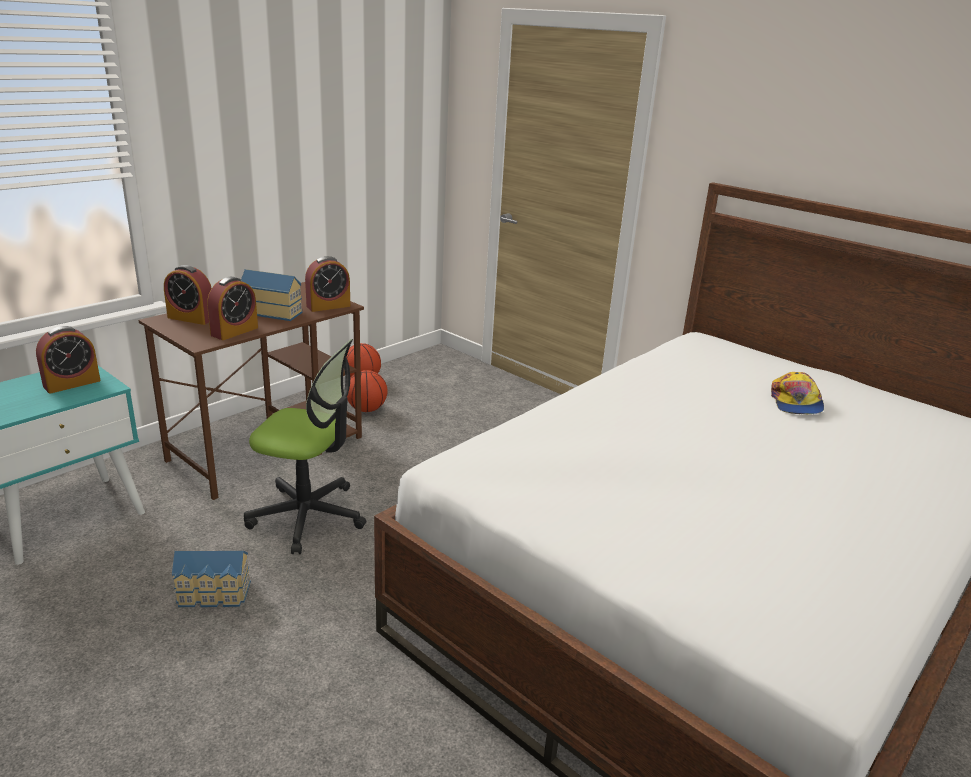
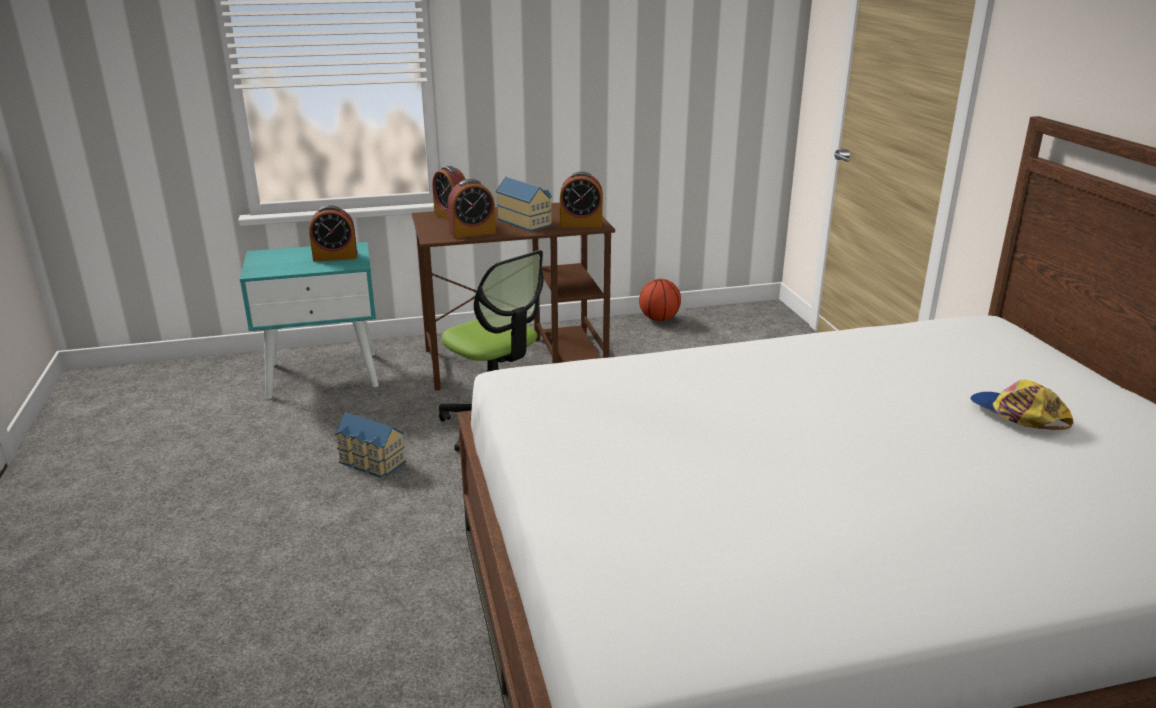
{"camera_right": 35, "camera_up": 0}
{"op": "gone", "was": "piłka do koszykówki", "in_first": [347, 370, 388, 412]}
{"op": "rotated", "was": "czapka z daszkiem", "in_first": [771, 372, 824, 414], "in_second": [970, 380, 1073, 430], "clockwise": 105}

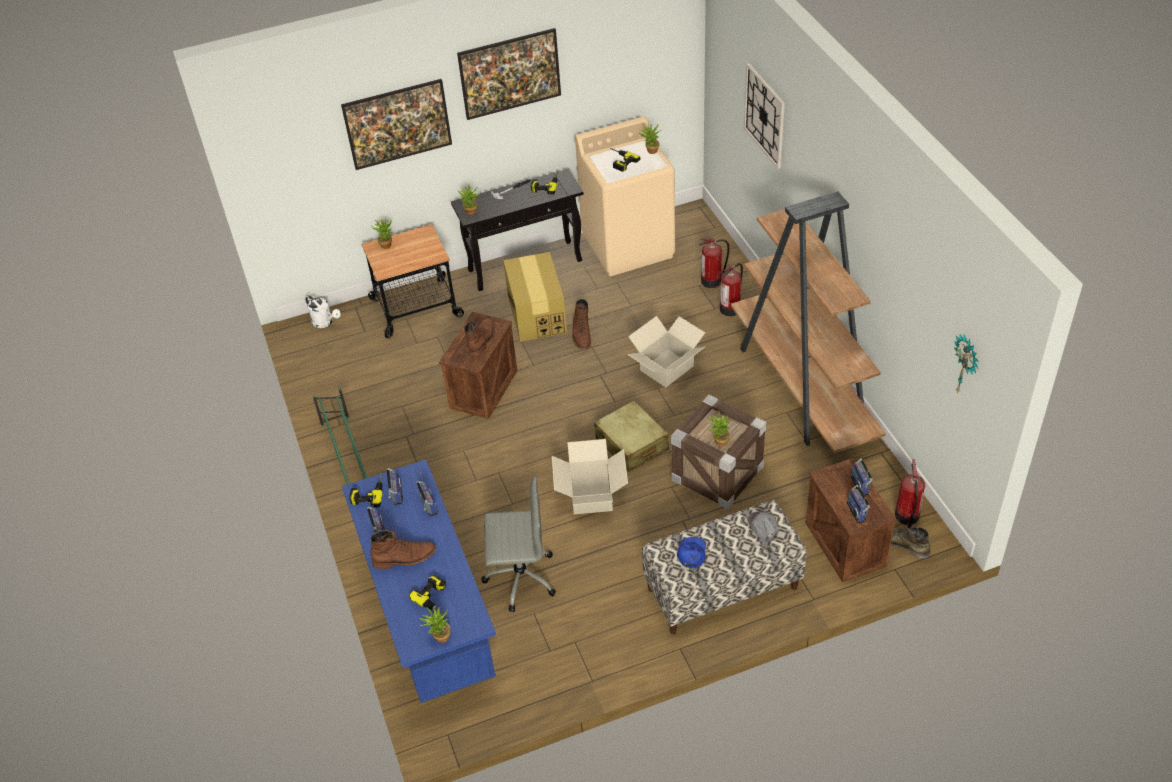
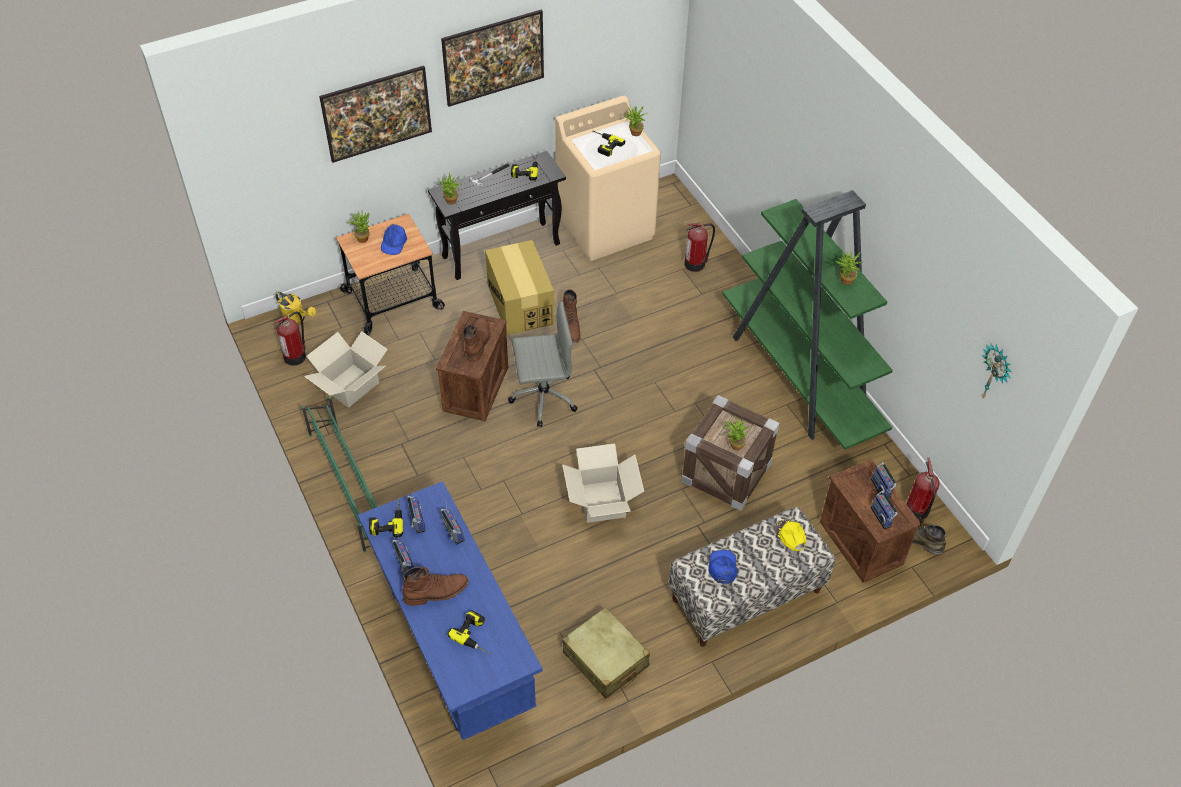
{"camera_right": -10, "camera_up": 5}
{"op": "gone", "was": "zegar ścienny", "in_first": [744, 63, 785, 169]}
{"op": "new", "now": "czapka z daszkiem (niebieski)", "in_second": [381, 224, 407, 255]}
{"op": "shifted", "was": "roślina doniczkowa", "in_first": [419, 607, 451, 643], "in_second": [835, 251, 862, 285]}
{"op": "shifted", "was": "krzesło biurowe (szary)", "in_first": [482, 476, 556, 612], "in_second": [508, 301, 578, 427]}
{"op": "shifted", "was": "walizka (beżowy)", "in_first": [594, 400, 669, 472], "in_second": [562, 607, 650, 699]}
{"op": "shifted", "was": "karton", "in_first": [627, 316, 705, 387], "in_second": [304, 332, 388, 408]}
{"op": "shifted", "was": "gaśnica", "in_first": [720, 263, 743, 316], "in_second": [274, 311, 306, 366]}
{"op": "repainted", "was": "konewka (biały)", "now": "konewka (żółty)", "in_first": [305, 295, 341, 328], "in_second": [275, 292, 316, 324]}
{"op": "repainted", "was": "regał (brązowy)", "now": "regał (zielony)", "in_first": [731, 191, 886, 453], "in_second": [722, 190, 893, 450]}
{"op": "repainted", "was": "czapka z daszkiem (szary)", "now": "czapka z daszkiem (żółty)", "in_first": [747, 511, 778, 541], "in_second": [774, 519, 806, 551]}

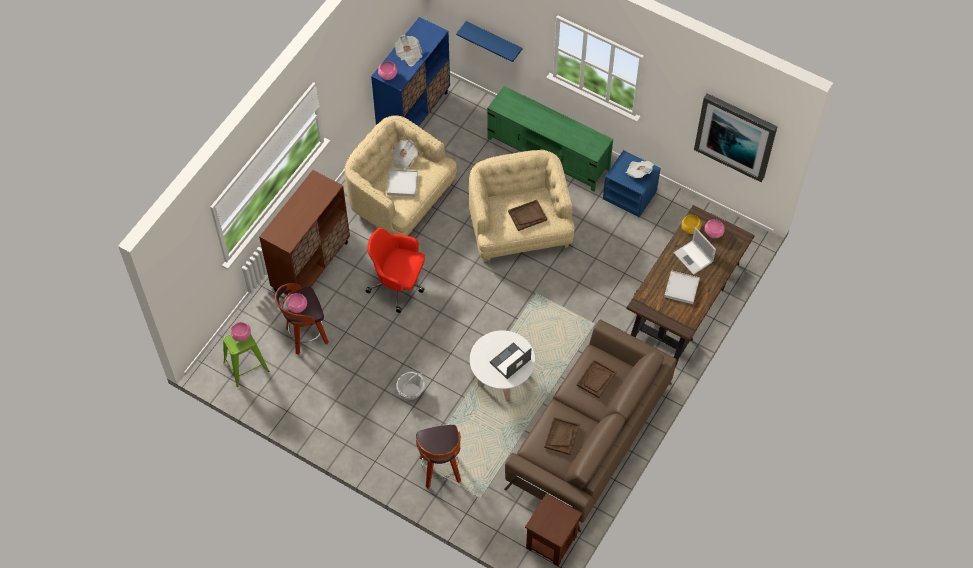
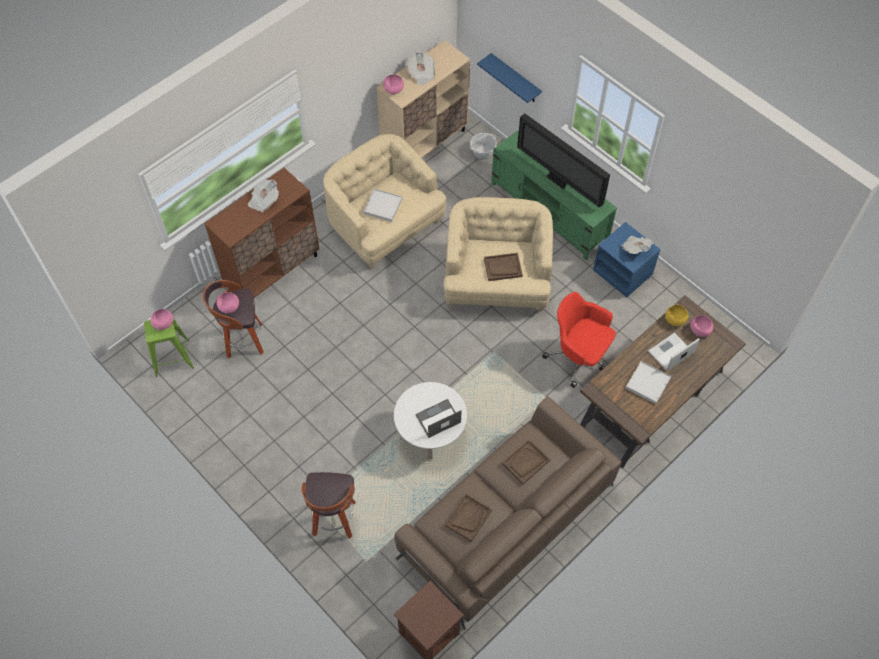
{"camera_right": 15, "camera_up": 0}
{"op": "gone", "was": "obraz", "in_first": [694, 93, 778, 182]}
{"op": "new", "now": "telewizor", "in_second": [517, 113, 610, 208]}
{"op": "shifted", "was": "krzesło biurowe (czerwony)", "in_first": [366, 228, 425, 313], "in_second": [542, 292, 616, 388]}
{"op": "shifted", "was": "gazeta", "in_first": [391, 140, 418, 169], "in_second": [248, 179, 279, 213]}
{"op": "shifted", "was": "koszyk", "in_first": [396, 372, 425, 400], "in_second": [470, 133, 497, 160]}
{"op": "repainted", "was": "szafka (niebieski)", "now": "szafka (beżowy)", "in_first": [371, 17, 450, 126], "in_second": [376, 40, 470, 158]}
{"op": "rotated", "was": "laptop", "in_first": [674, 227, 716, 275], "in_second": [648, 333, 700, 371], "clockwise": 75}

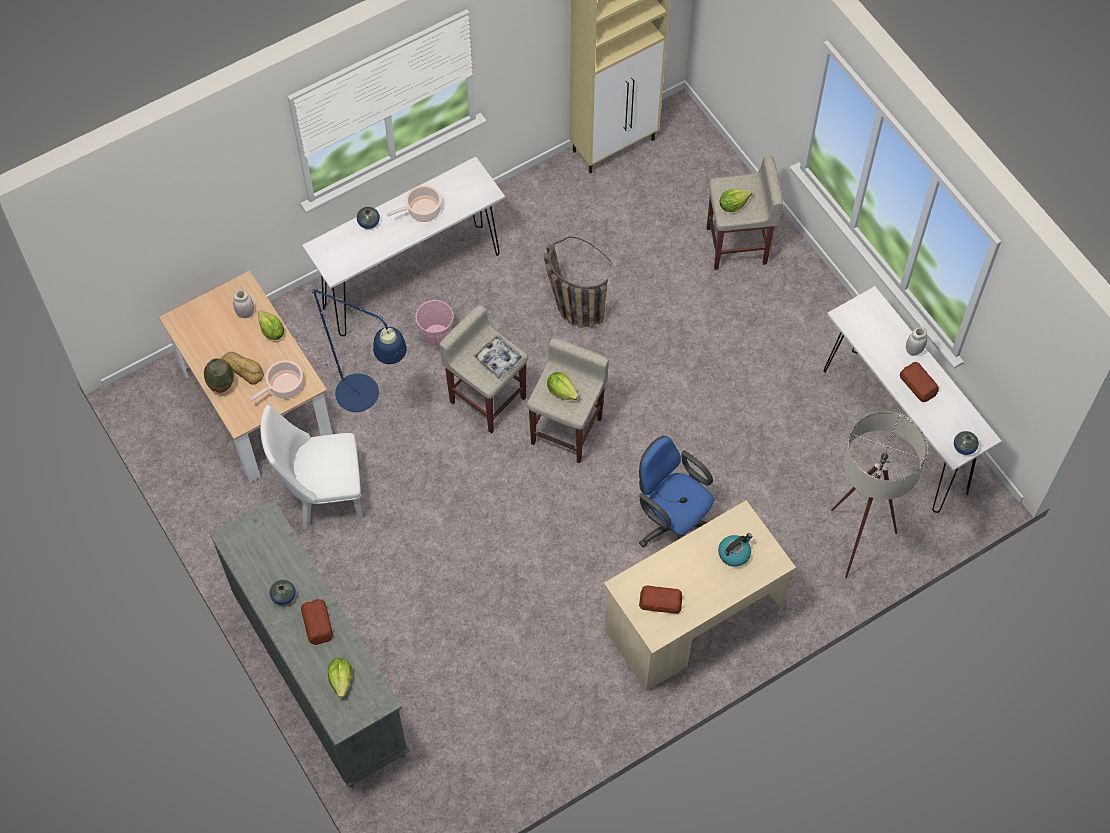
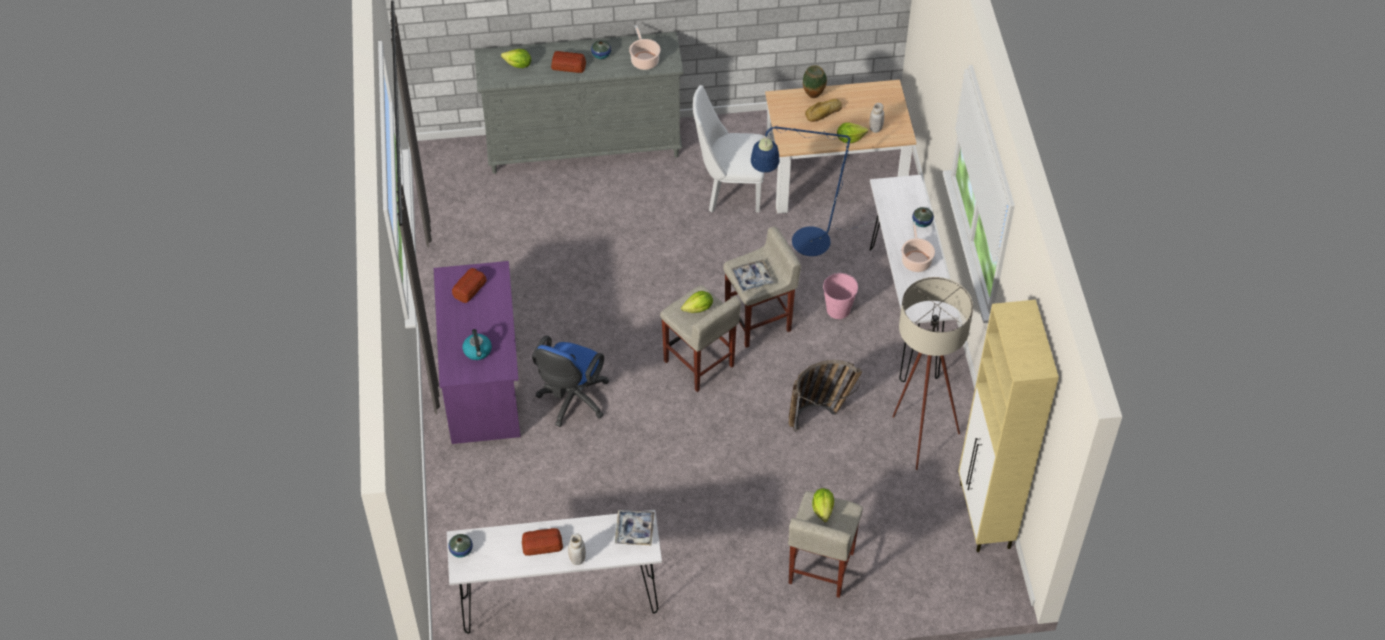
{"camera_right": 115, "camera_up": -10}
{"op": "new", "now": "taca", "in_second": [615, 510, 655, 545]}
{"op": "shifted", "was": "garnek", "in_first": [249, 360, 303, 401], "in_second": [629, 25, 660, 70]}
{"op": "shifted", "was": "lampa stojąca (beżowy)", "in_first": [831, 411, 928, 578], "in_second": [892, 277, 973, 470]}
{"op": "repainted", "was": "biurko (beżowy)", "now": "biurko (fioletowy)", "in_first": [604, 500, 796, 691], "in_second": [434, 261, 521, 444]}
{"op": "rotated", "was": "krzesło (biały)", "in_first": [260, 405, 363, 529], "in_second": [693, 85, 764, 213], "clockwise": -105}
{"op": "rotated", "was": "krzesło biurowe (niebieski)", "in_first": [639, 436, 714, 547], "in_second": [532, 336, 609, 427], "clockwise": 135}

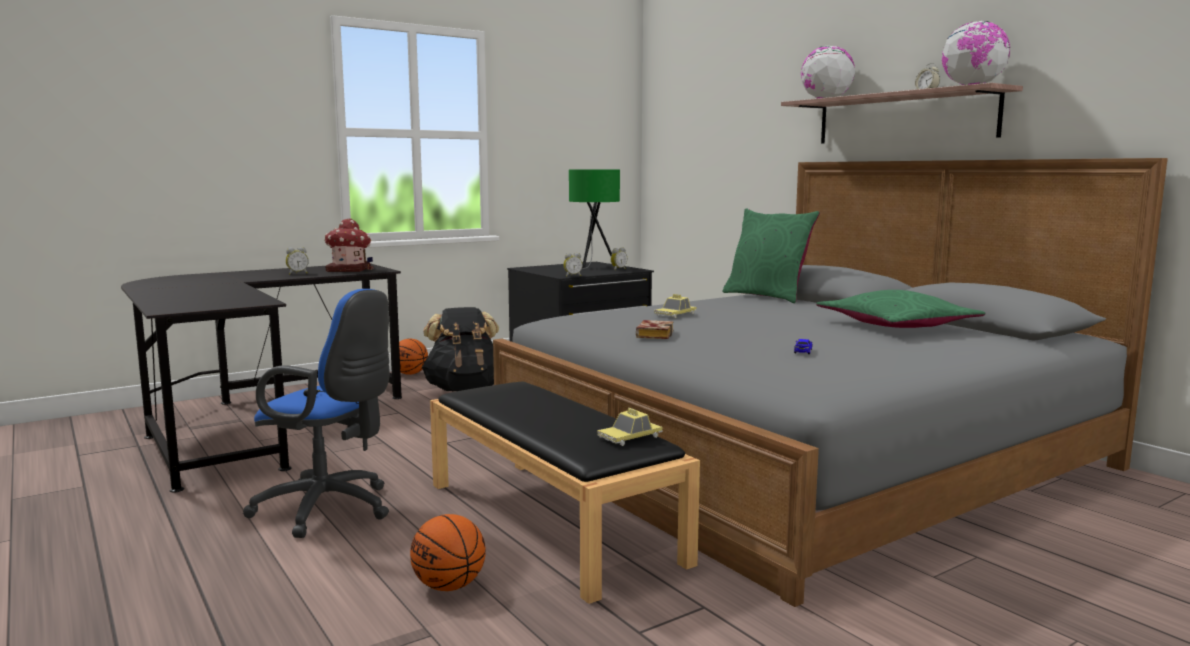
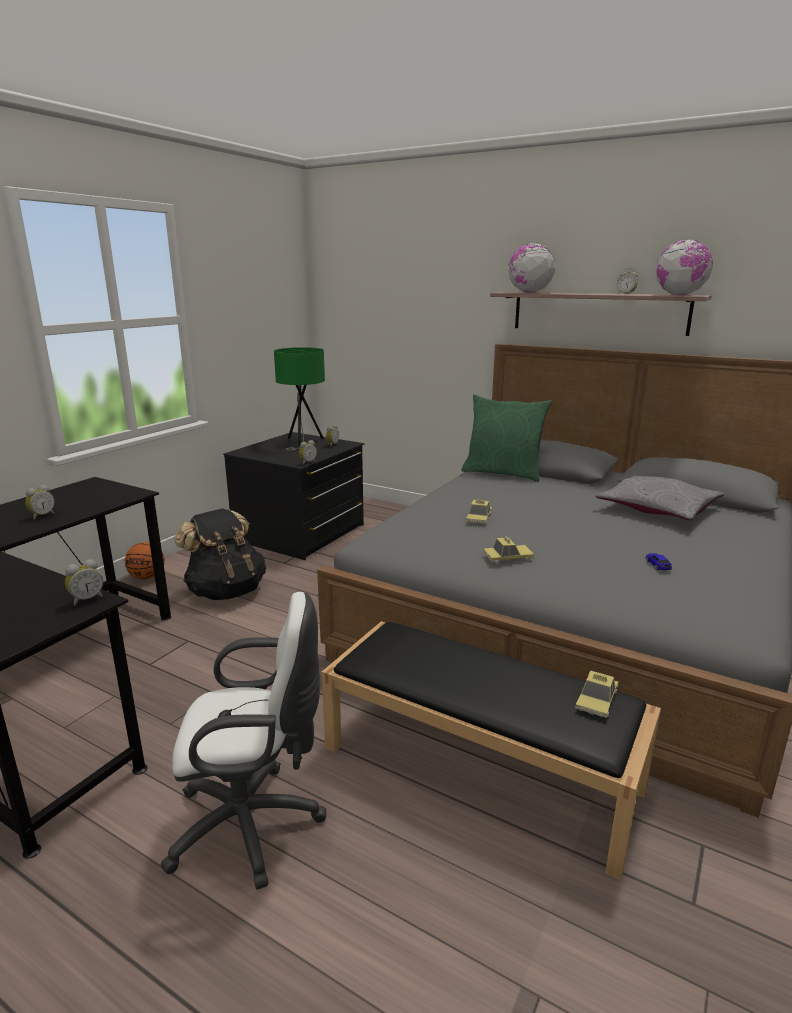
{"camera_right": -25, "camera_up": 10}
{"op": "gone", "was": "domek", "in_first": [324, 218, 374, 272]}
{"op": "gone", "was": "piłka do koszykówki", "in_first": [410, 514, 486, 591]}
{"op": "new", "now": "budzik", "in_second": [65, 559, 103, 606]}
{"op": "swapped", "was": "książka", "now": "samochodzik", "in_first": [636, 320, 674, 339], "in_second": [483, 536, 534, 564]}
{"op": "repainted", "was": "krzesło biurowe (niebieski)", "now": "krzesło biurowe (biały)", "in_first": [243, 289, 390, 538], "in_second": [161, 592, 326, 889]}
{"op": "repainted", "was": "poduszka (zielony)", "now": "poduszka (szary)", "in_first": [816, 290, 985, 328], "in_second": [595, 475, 724, 521]}

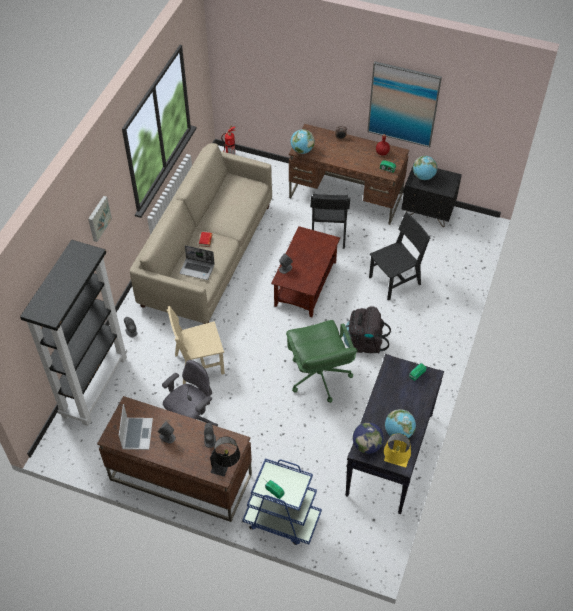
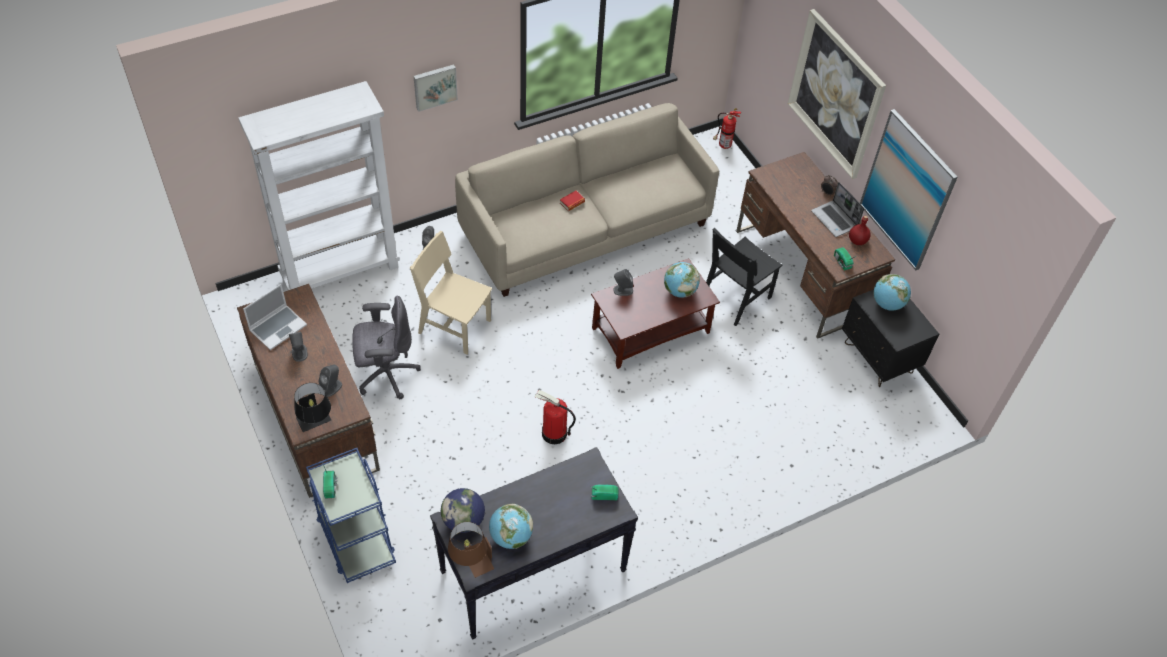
{"camera_right": 40, "camera_up": 0}
{"op": "gone", "was": "plecak (czarny)", "in_first": [343, 306, 391, 354]}
{"op": "gone", "was": "krzesło (czarny)", "in_first": [369, 212, 430, 301]}
{"op": "new", "now": "obraz", "in_second": [788, 9, 886, 179]}
{"op": "shifted", "was": "laptop", "in_first": [180, 245, 215, 280], "in_second": [811, 182, 864, 237]}
{"op": "shifted", "was": "globus", "in_first": [291, 129, 315, 154], "in_second": [664, 262, 700, 298]}
{"op": "swapped", "was": "krzesło biurowe (zielony)", "now": "gaśnica", "in_first": [286, 320, 358, 403], "in_second": [534, 390, 576, 444]}
{"op": "repainted", "was": "regał (czarny)", "now": "regał (biały)", "in_first": [20, 240, 127, 426], "in_second": [239, 81, 400, 290]}
{"op": "repainted", "was": "lampa stołowa (żółty)", "now": "lampa stołowa (brązowy)", "in_first": [384, 433, 411, 468], "in_second": [448, 522, 494, 578]}

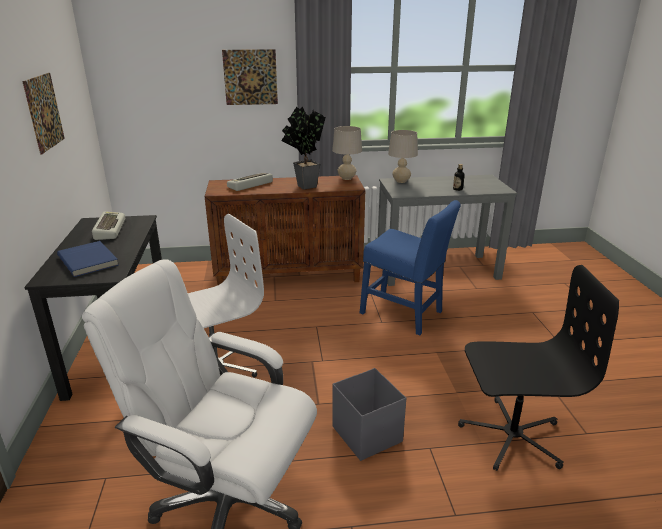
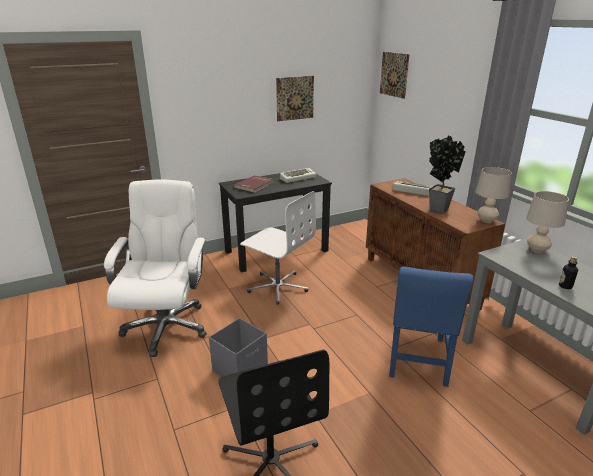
{"camera_right": 70, "camera_up": 0}
{"op": "shifted", "was": "obraz", "in_first": [222, 49, 278, 105], "in_second": [380, 52, 410, 99]}
{"op": "repainted", "was": "książka (niebieski)", "now": "książka (czerwony)", "in_first": [57, 241, 119, 277], "in_second": [234, 175, 274, 193]}

